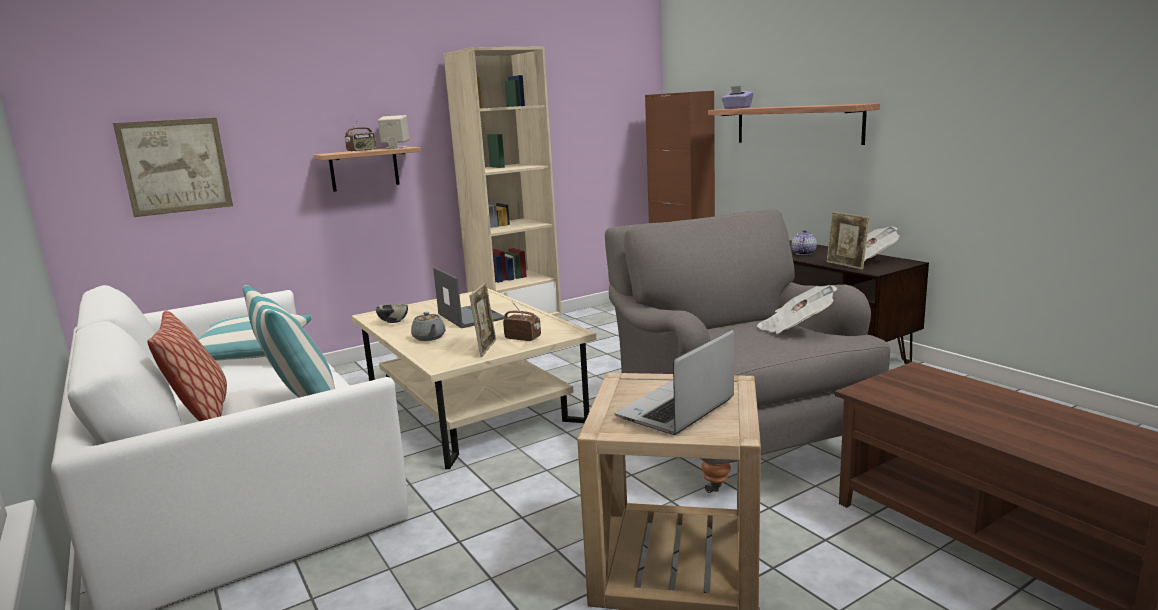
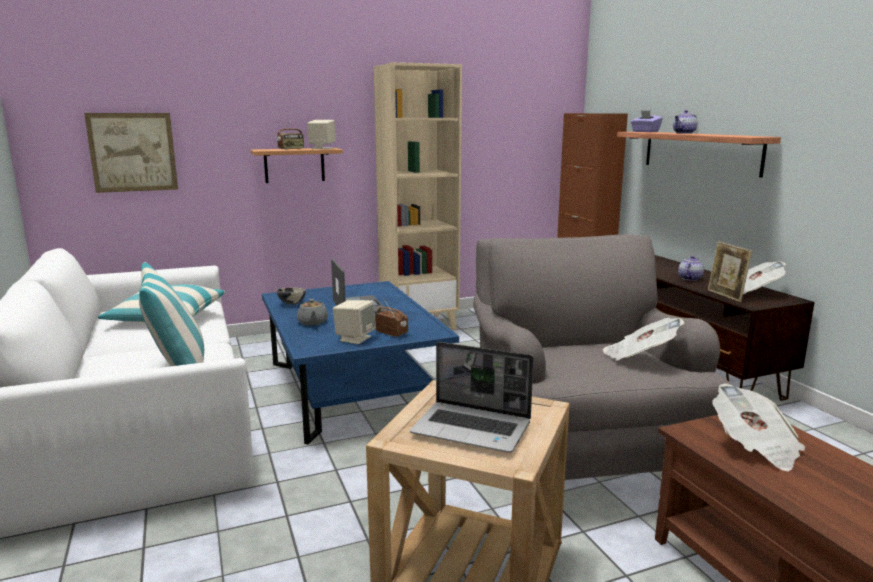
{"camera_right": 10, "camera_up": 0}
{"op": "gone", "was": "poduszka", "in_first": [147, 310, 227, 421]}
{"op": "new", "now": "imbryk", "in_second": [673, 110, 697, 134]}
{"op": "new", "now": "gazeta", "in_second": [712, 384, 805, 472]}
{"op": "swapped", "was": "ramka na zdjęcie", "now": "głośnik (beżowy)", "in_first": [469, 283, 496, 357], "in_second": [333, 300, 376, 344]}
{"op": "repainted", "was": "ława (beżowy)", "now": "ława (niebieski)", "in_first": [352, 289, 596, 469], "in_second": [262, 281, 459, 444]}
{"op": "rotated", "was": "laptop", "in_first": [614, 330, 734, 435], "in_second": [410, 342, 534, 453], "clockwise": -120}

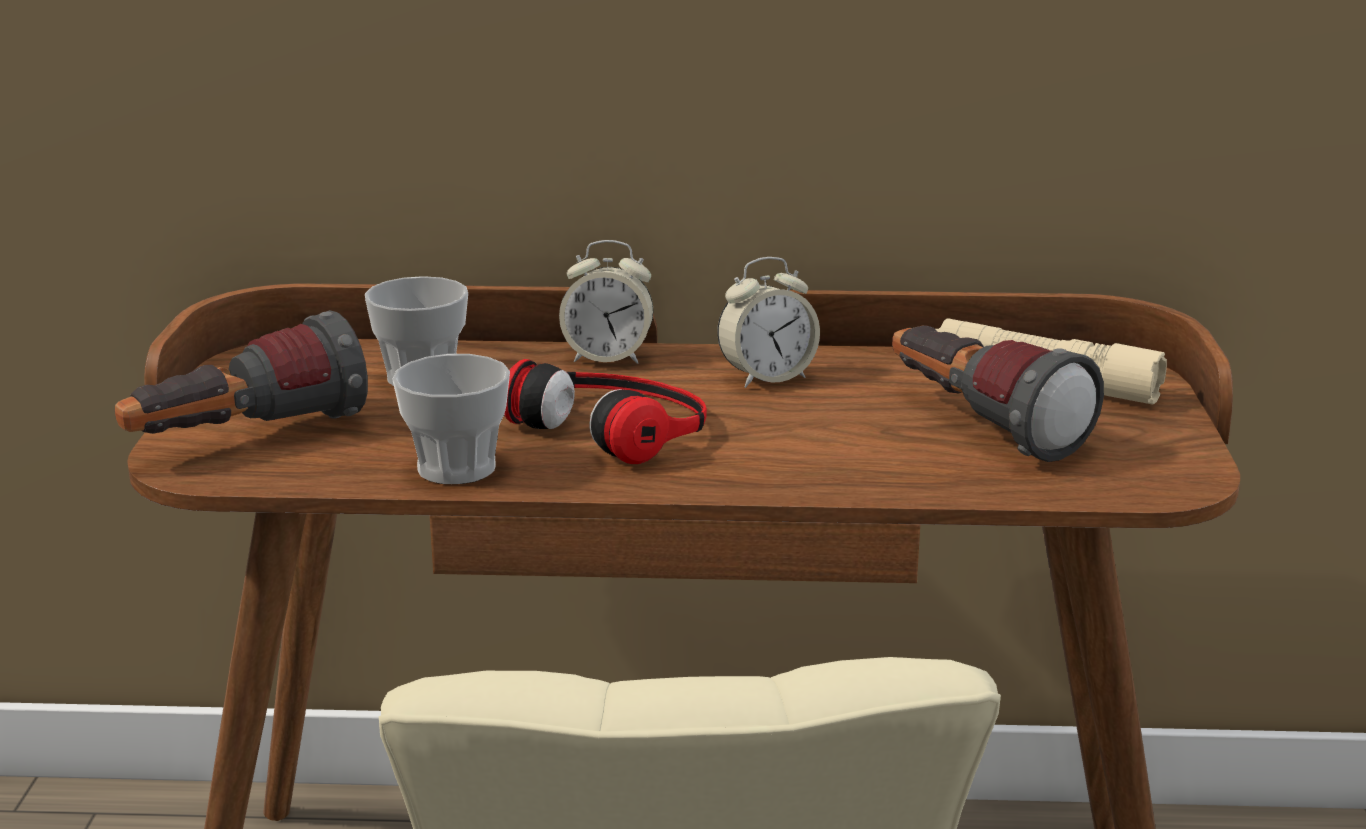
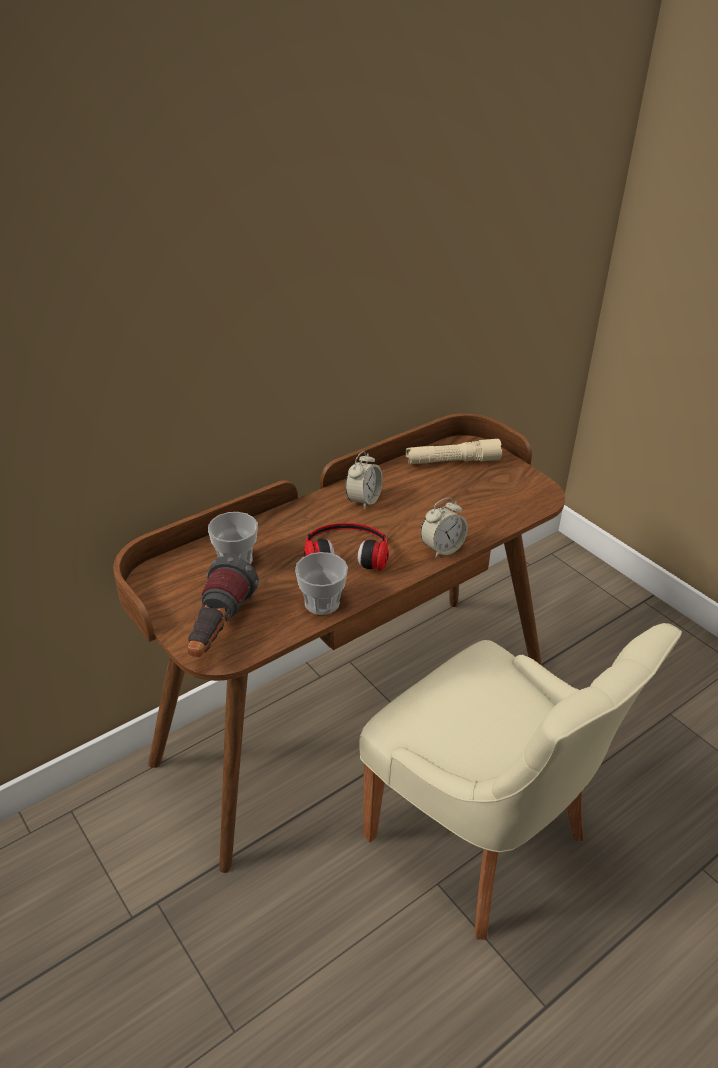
{"camera_right": -40, "camera_up": 15}
{"op": "gone", "was": "latarka", "in_first": [892, 325, 1104, 462]}
{"op": "shifted", "was": "budzik", "in_first": [559, 240, 654, 364], "in_second": [420, 498, 468, 558]}

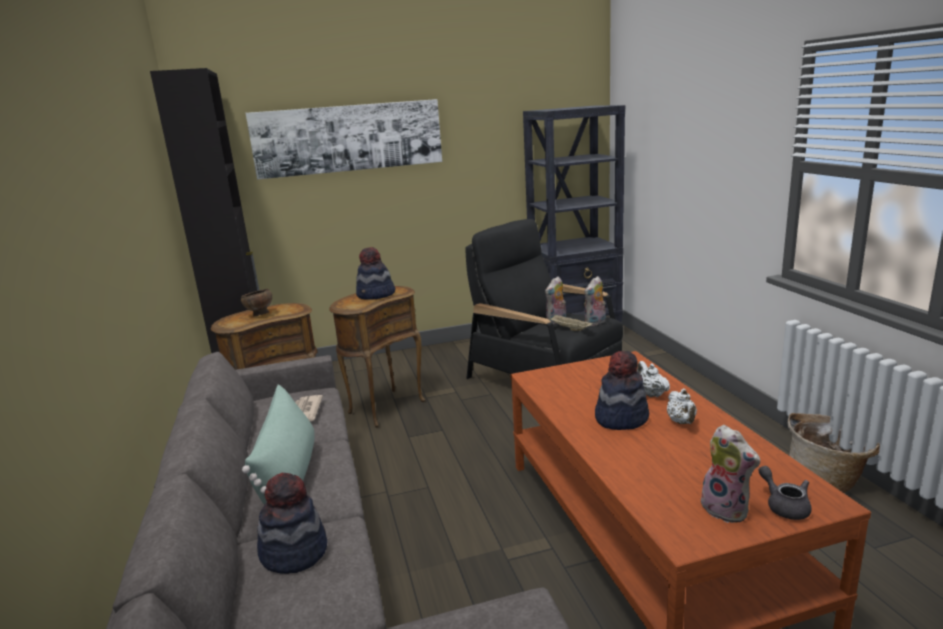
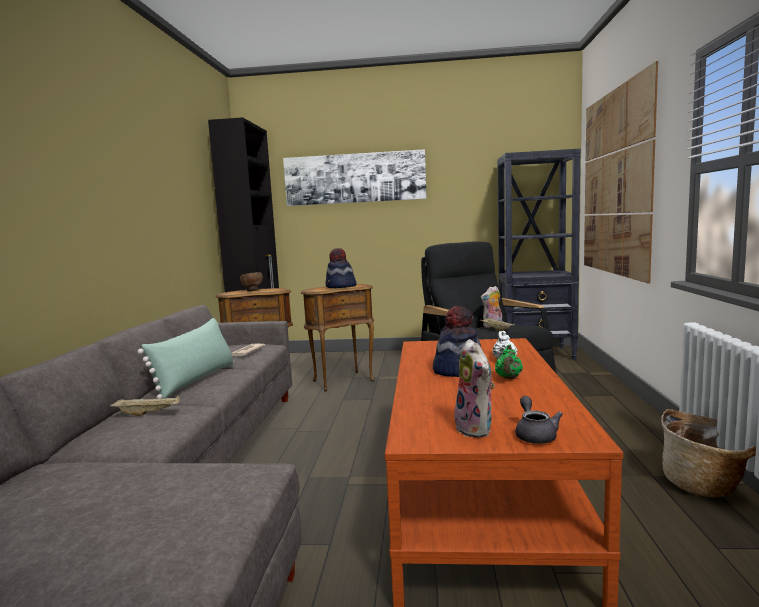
{"camera_right": 20, "camera_up": -10}
{"op": "gone", "was": "pluszak", "in_first": [585, 276, 606, 326]}
{"op": "new", "now": "obraz", "in_second": [584, 61, 658, 284]}
{"op": "swapped", "was": "kapelusz", "now": "taca (beżowy)", "in_first": [257, 473, 327, 574], "in_second": [110, 395, 180, 416]}
{"op": "repainted", "was": "imbryk (biały)", "now": "imbryk (zielony)", "in_first": [667, 389, 697, 424], "in_second": [495, 344, 523, 379]}

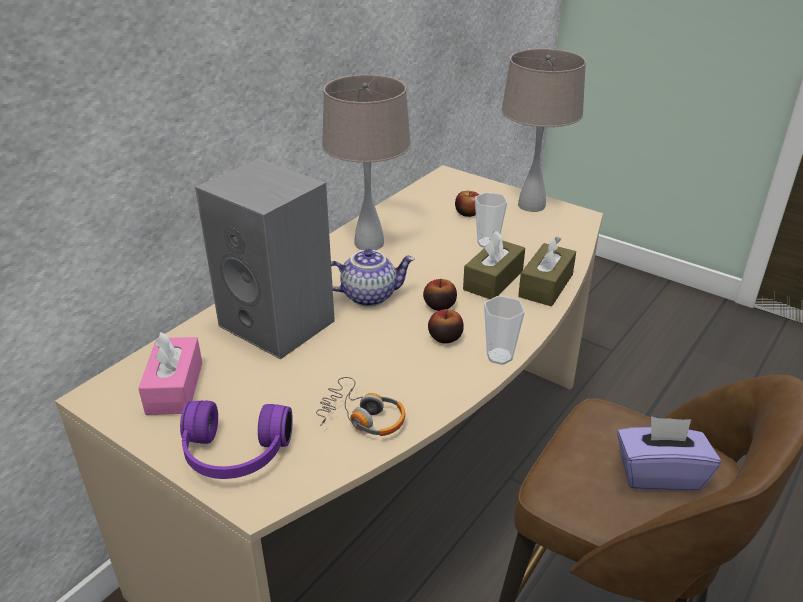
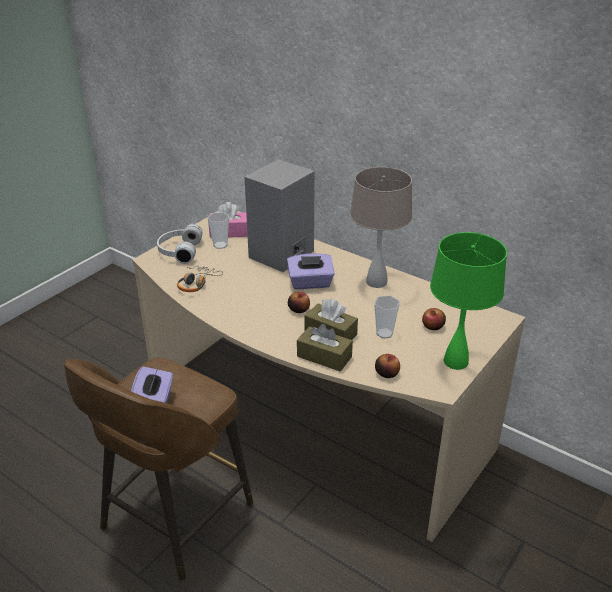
{"camera_right": 90, "camera_up": 0}
{"op": "shifted", "was": "jabłko", "in_first": [428, 309, 464, 344], "in_second": [375, 354, 400, 378]}
{"op": "shifted", "was": "filiżanka", "in_first": [484, 296, 525, 365], "in_second": [207, 212, 229, 249]}
{"op": "swapped", "was": "imbryk", "now": "pudełko chusteczek (fioletowy)", "in_first": [331, 249, 415, 307], "in_second": [287, 253, 335, 289]}
{"op": "repainted", "was": "słuchawki (fioletowy)", "now": "słuchawki (biały)", "in_first": [180, 400, 293, 479], "in_second": [157, 224, 202, 264]}
{"op": "repainted", "was": "lampa stołowa (beżowy)", "now": "lampa stołowa (zielony)", "in_first": [501, 48, 586, 212], "in_second": [430, 232, 507, 370]}

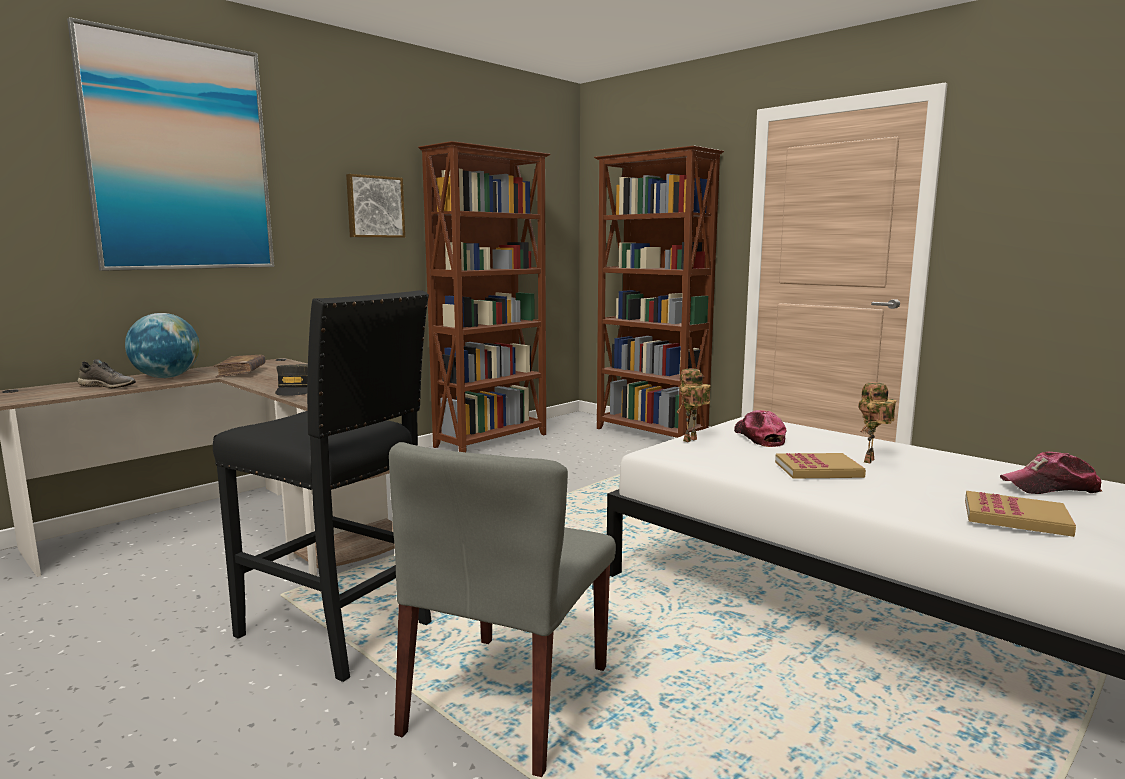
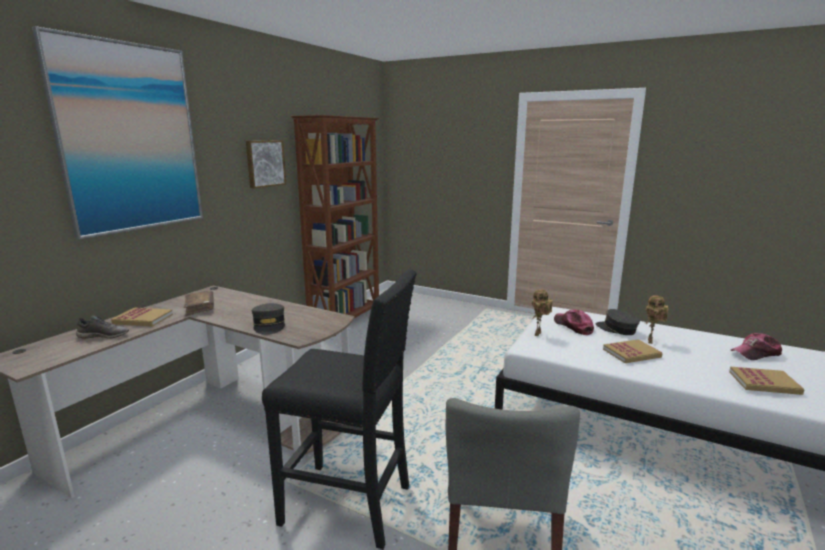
{"camera_right": -15, "camera_up": 5}
{"op": "gone", "was": "regał (brązowy)", "in_first": [594, 146, 724, 438]}
{"op": "new", "now": "czapka z daszkiem (szary)", "in_second": [596, 309, 640, 335]}
{"op": "swapped", "was": "globus", "now": "książka", "in_first": [125, 313, 200, 378], "in_second": [111, 308, 173, 327]}

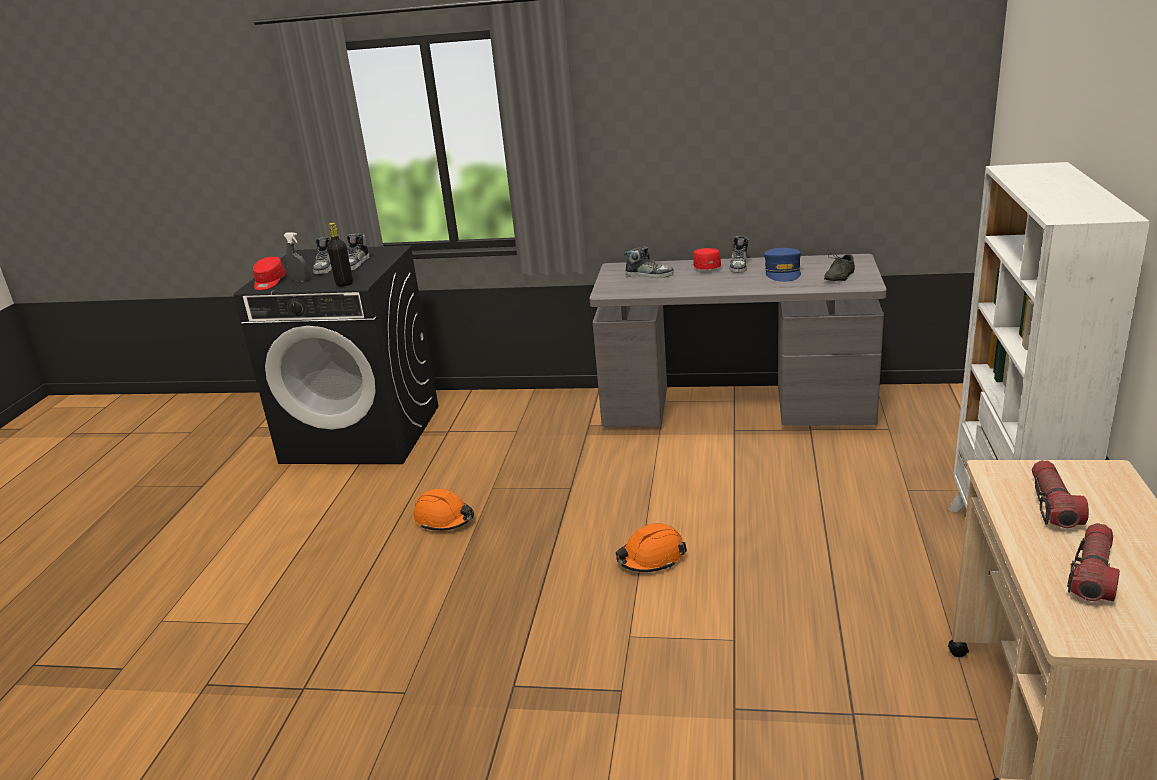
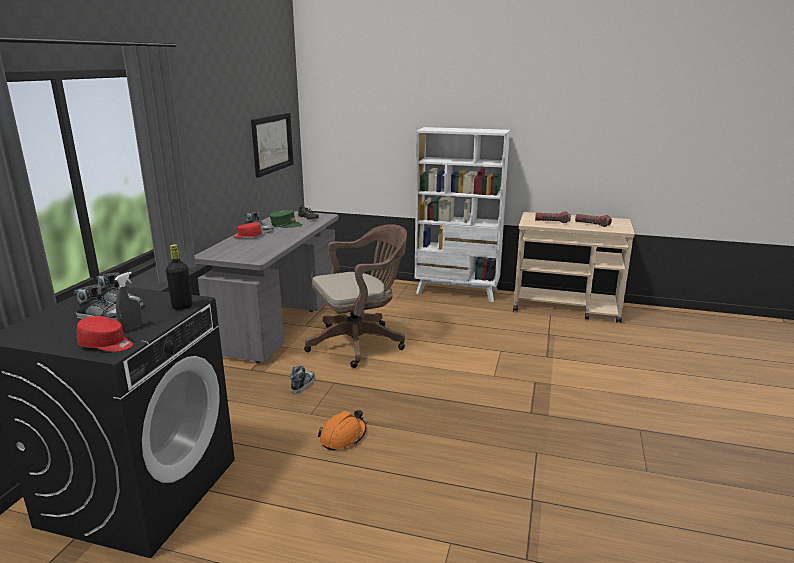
{"camera_right": -85, "camera_up": -5}
{"op": "gone", "was": "kask (pomarańczowy)", "in_first": [616, 523, 687, 572]}
{"op": "new", "now": "obraz", "in_second": [251, 113, 294, 178]}
{"op": "new", "now": "krzesło biurowe (brązowy)", "in_second": [304, 224, 407, 368]}
{"op": "shifted", "was": "but", "in_first": [624, 246, 674, 278], "in_second": [290, 365, 315, 394]}
{"op": "repainted", "was": "czapka z daszkiem (niebieski)", "now": "czapka z daszkiem (zielony)", "in_first": [764, 248, 801, 282], "in_second": [269, 210, 303, 228]}

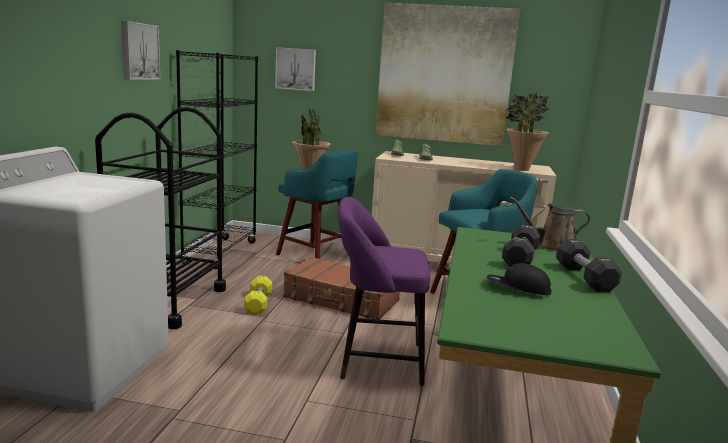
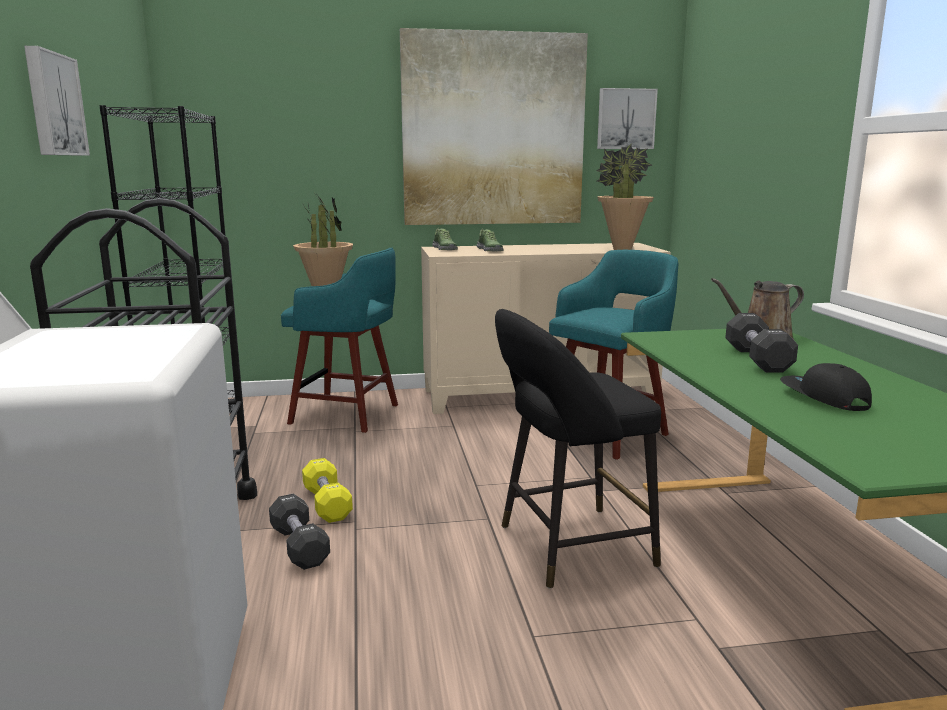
{"camera_right": -20, "camera_up": 0}
{"op": "gone", "was": "walizka (brązowy)", "in_first": [283, 257, 400, 320]}
{"op": "shifted", "was": "obraz", "in_first": [275, 47, 316, 91], "in_second": [597, 88, 658, 149]}
{"op": "shifted", "was": "hantel (czarny)", "in_first": [556, 239, 622, 292], "in_second": [269, 494, 330, 570]}
{"op": "repainted", "was": "stołek (fioletowy)", "now": "stołek (czarny)", "in_first": [338, 197, 430, 386], "in_second": [495, 309, 661, 588]}
{"op": "rotated", "was": "czapka z daszkiem (czarny)", "in_first": [487, 263, 551, 295], "in_second": [780, 363, 872, 411], "clockwise": 75}

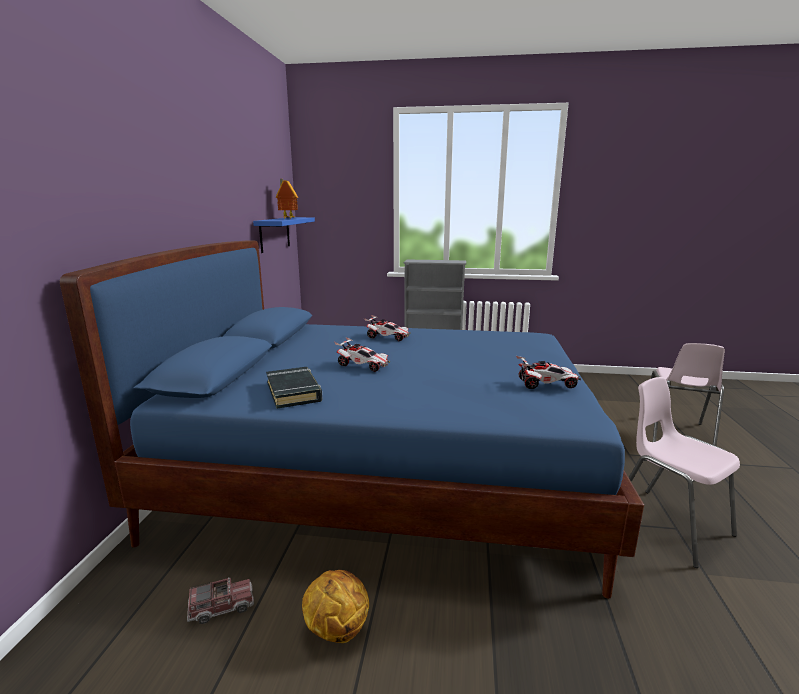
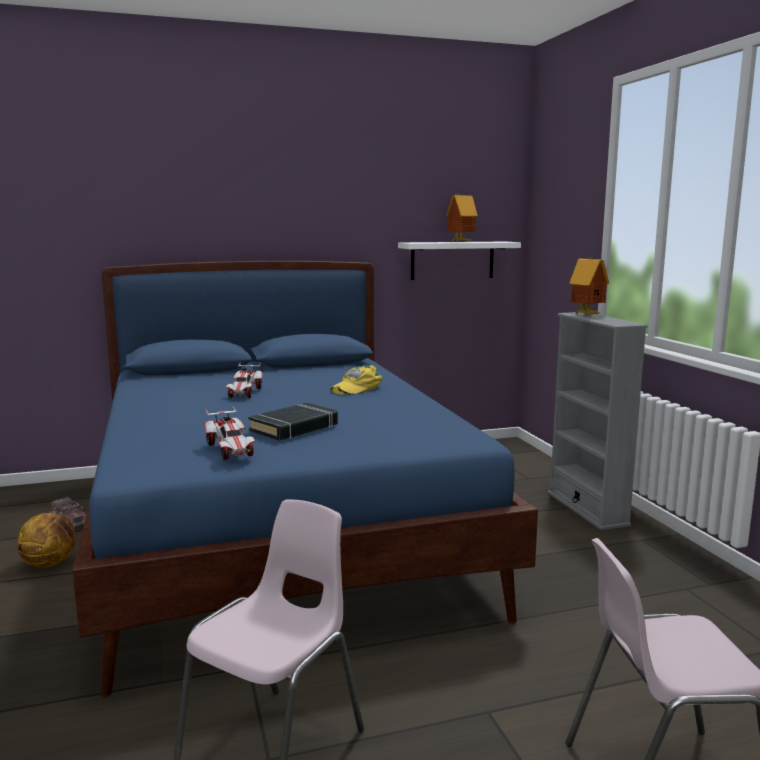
{"camera_right": 65, "camera_up": -5}
{"op": "new", "now": "domek", "in_second": [570, 256, 609, 315]}
{"op": "shifted", "was": "książka (czarny)", "in_first": [266, 367, 323, 409], "in_second": [248, 403, 338, 440]}
{"op": "swapped", "was": "samochodzik", "now": "czapka z daszkiem (żółty)", "in_first": [364, 315, 411, 341], "in_second": [330, 365, 382, 395]}
{"op": "repainted", "was": "półka (niebieski)", "now": "półka (biały)", "in_first": [253, 217, 315, 253], "in_second": [398, 242, 521, 280]}

